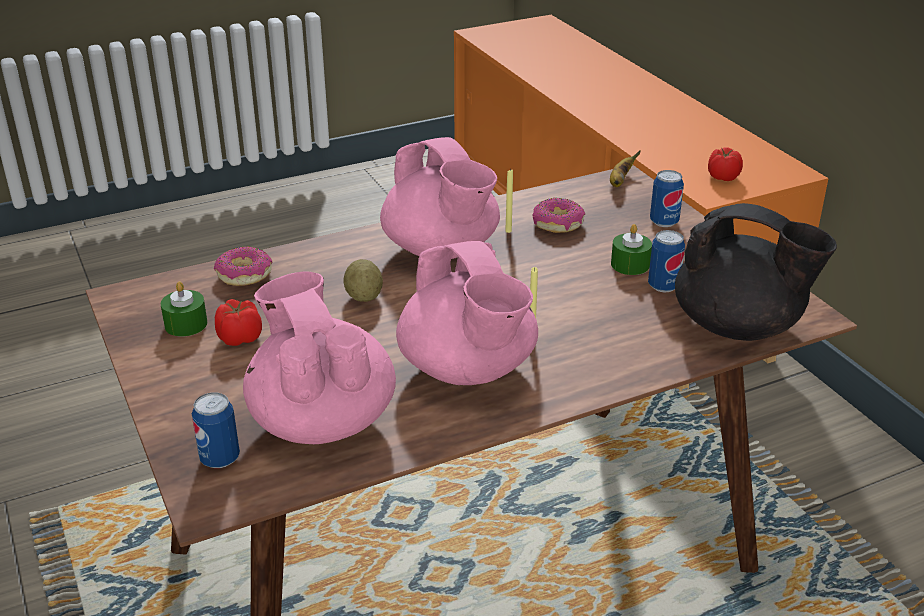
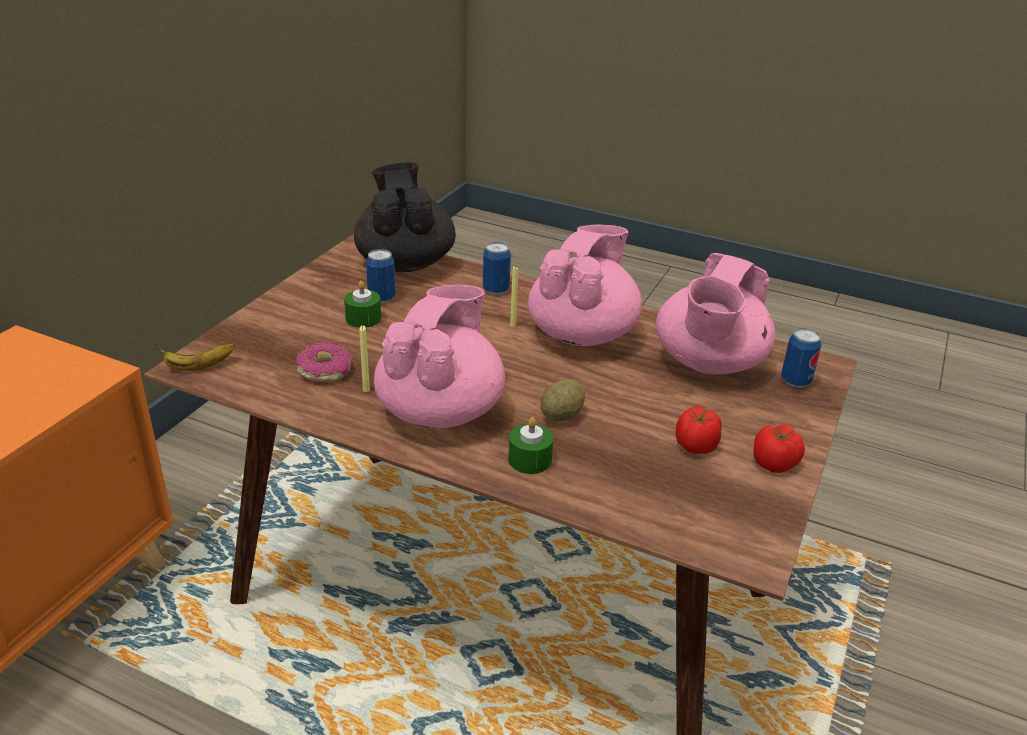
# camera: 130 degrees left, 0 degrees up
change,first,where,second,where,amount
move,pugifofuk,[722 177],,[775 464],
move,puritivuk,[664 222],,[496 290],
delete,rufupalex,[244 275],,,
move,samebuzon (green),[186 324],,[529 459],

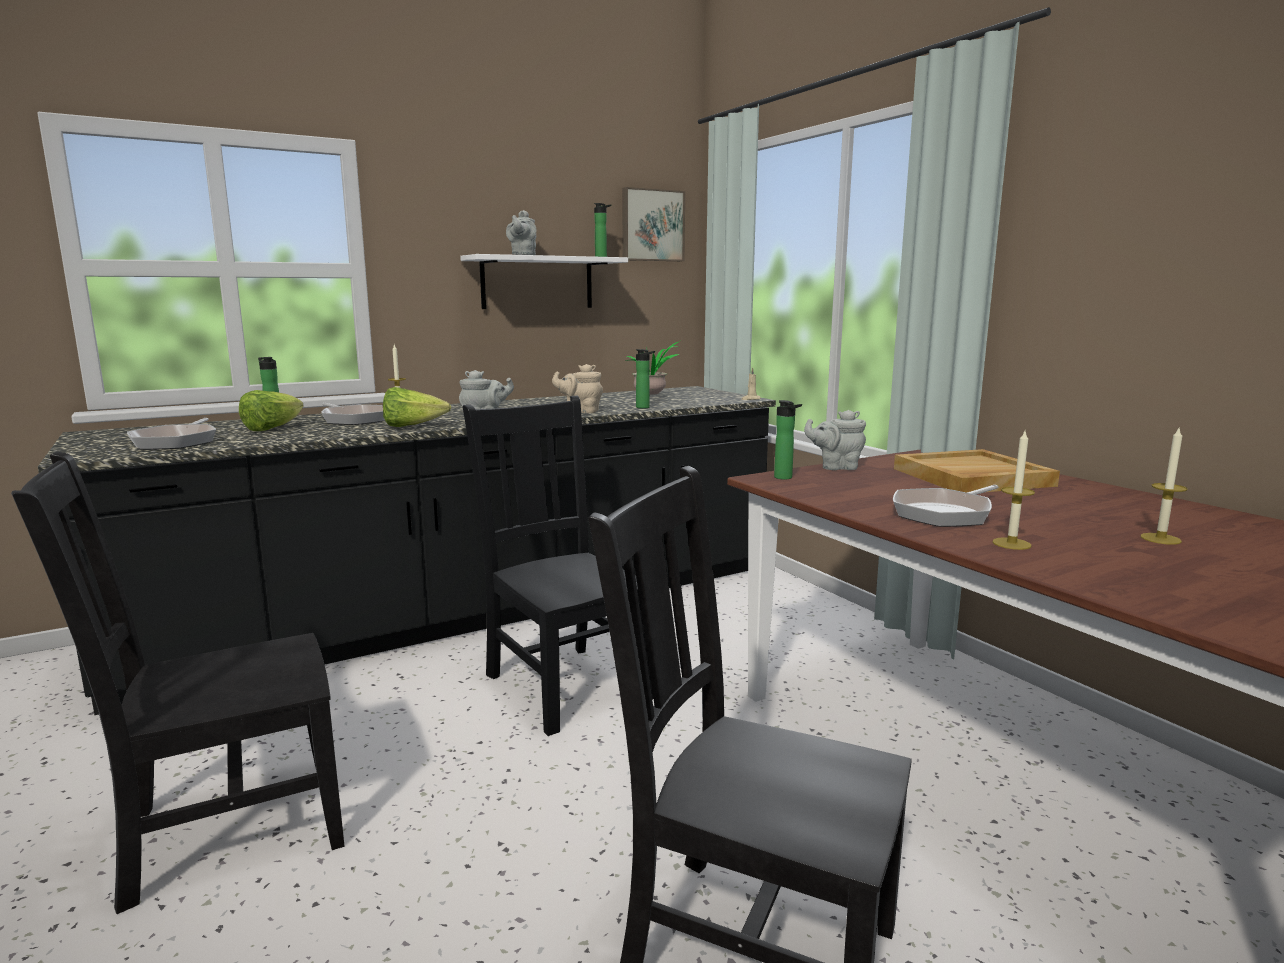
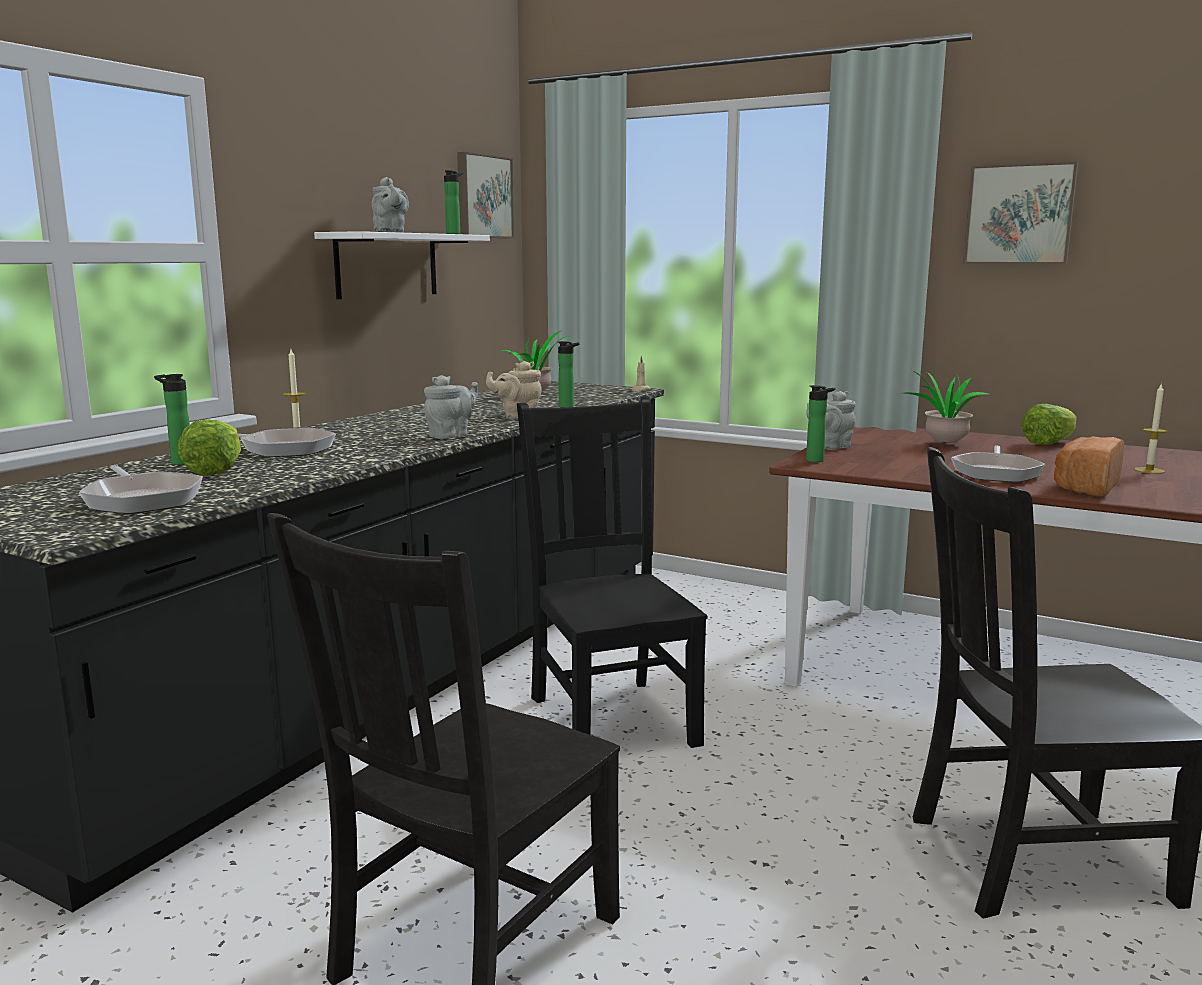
# camera: 30 degrees left, 0 degrees up
change,first,where,second,where,amount
move,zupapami,[412 426],,[1049 443],
rotate,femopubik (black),[564 684],,[611 717],45 degrees clockwise
replace,samebuzon,[1011 543],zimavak,[1085 487],
replace,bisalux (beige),[971 477],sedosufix,[943 443],
insert,,,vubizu,[1019 214],

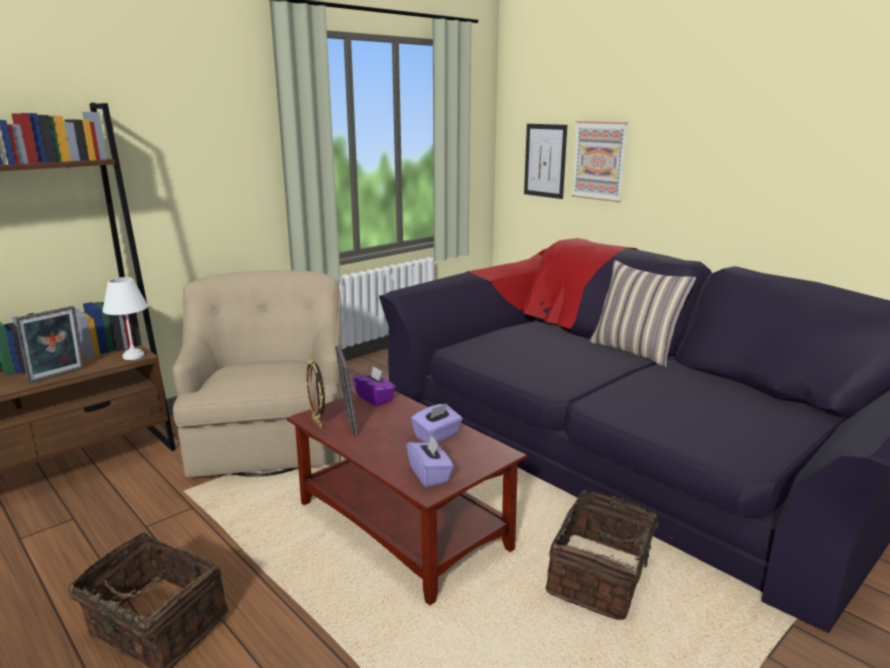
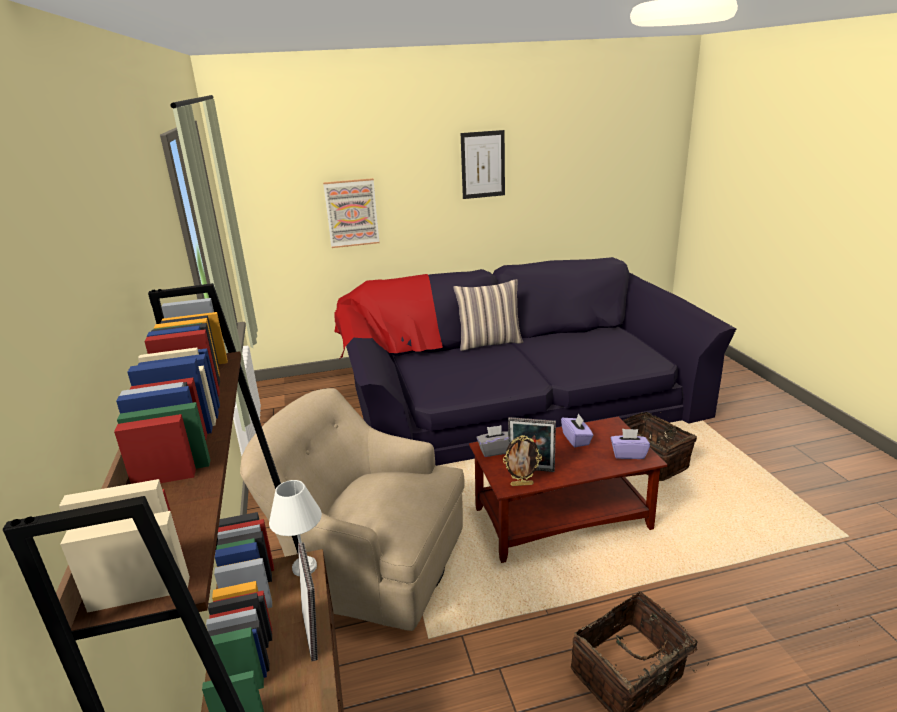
# camera: 60 degrees left, 5 degrees up
change,first,where,second,where,amount
move,vubizu,[545 161],,[483 164],
recolor,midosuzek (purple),[375 398],midosuzek (grey),[495 450],

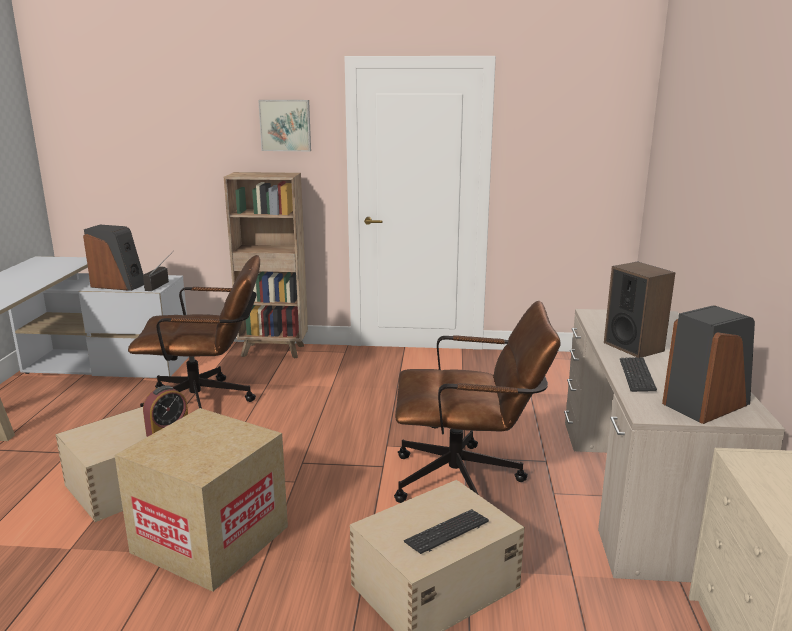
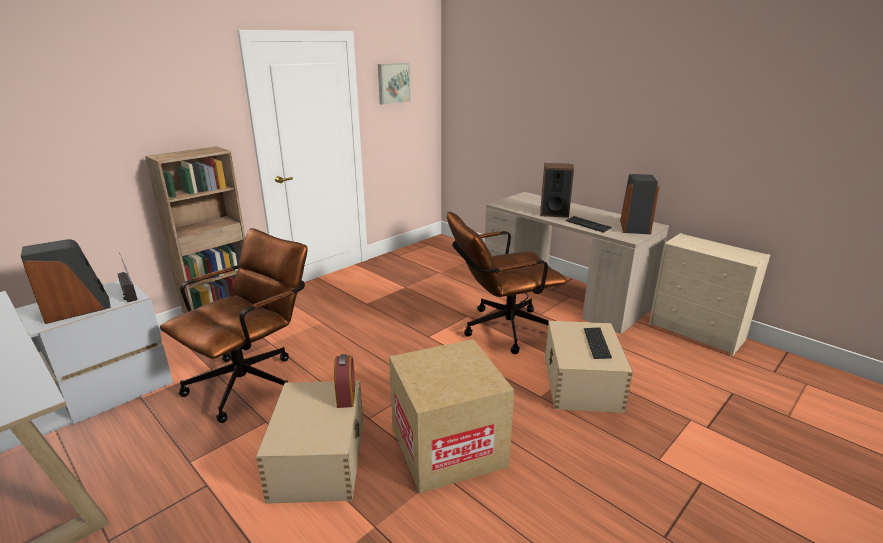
# camera: 50 degrees left, 5 degrees up
change,first,where,second,where,amount
move,vubizu,[285 125],,[393 83],
rotate,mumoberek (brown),[468 481],,[500 330],150 degrees counterclockwise

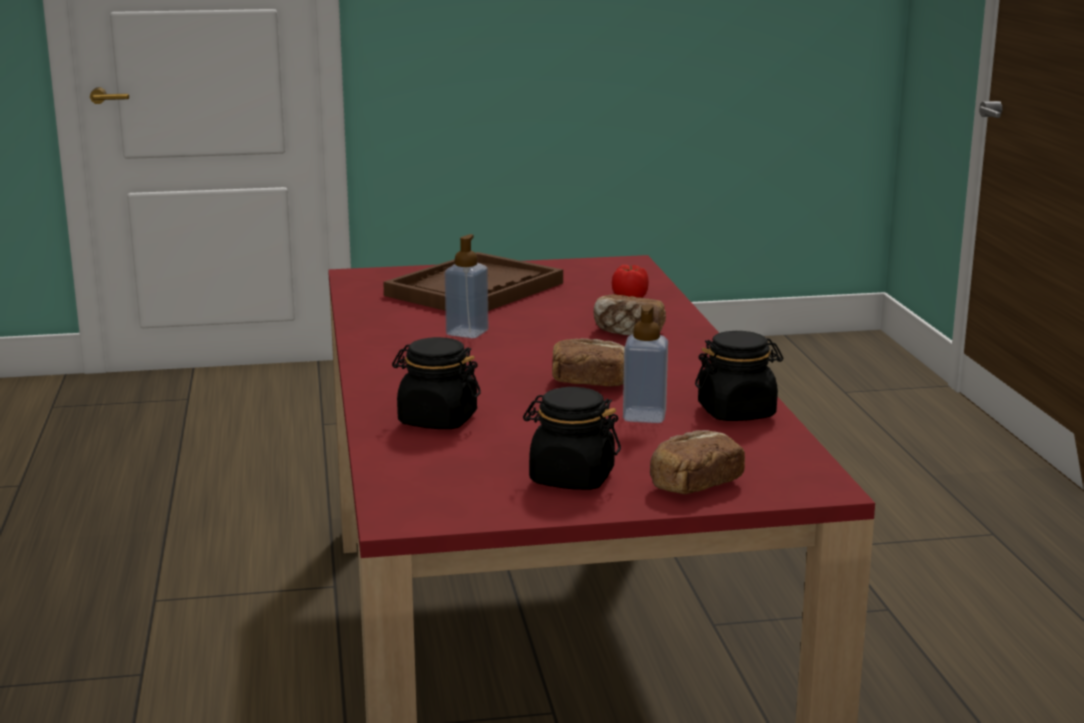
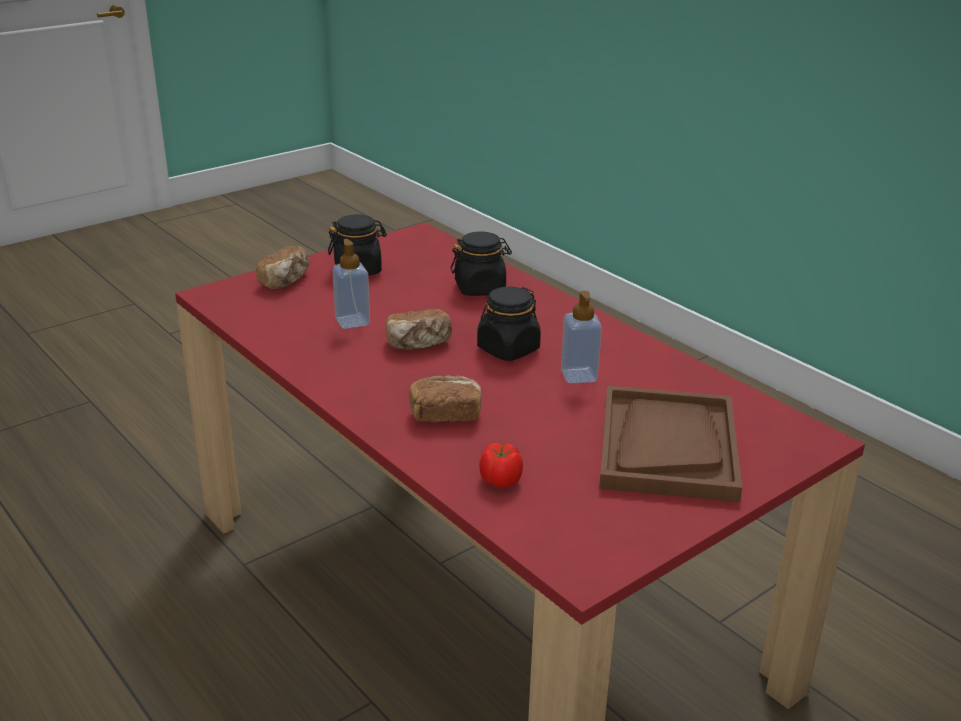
# camera: 150 degrees right, 10 degrees up
change,first,where,second,where,amount
move,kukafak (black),[737 412],,[508 349],

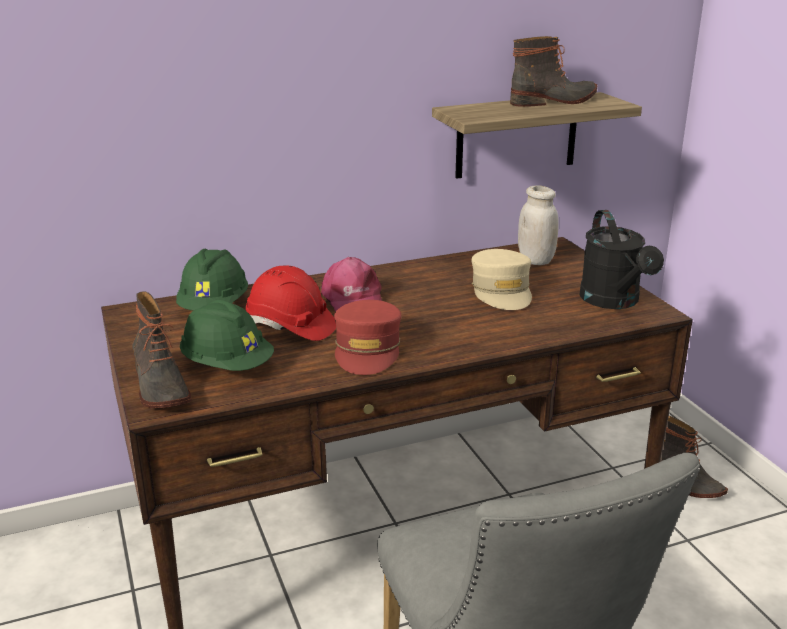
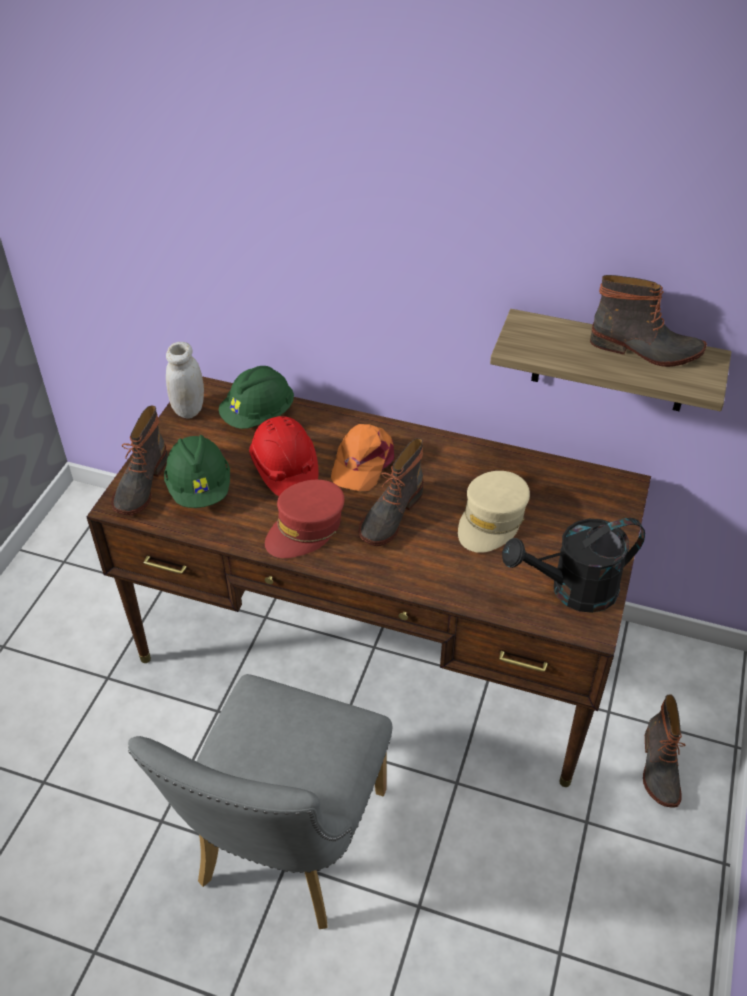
# camera: 40 degrees right, 20 degrees up
change,first,where,second,where,amount
move,kukafak (white),[535 260],,[189 409],
rotate,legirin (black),[614 301],,[572 590],45 degrees clockwise
recolor,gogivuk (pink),[352 299],gogivuk (orange),[362 463],
insert,,,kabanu,[390 515],

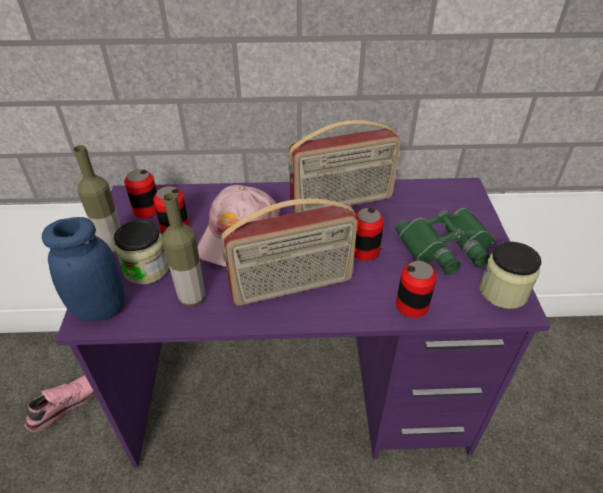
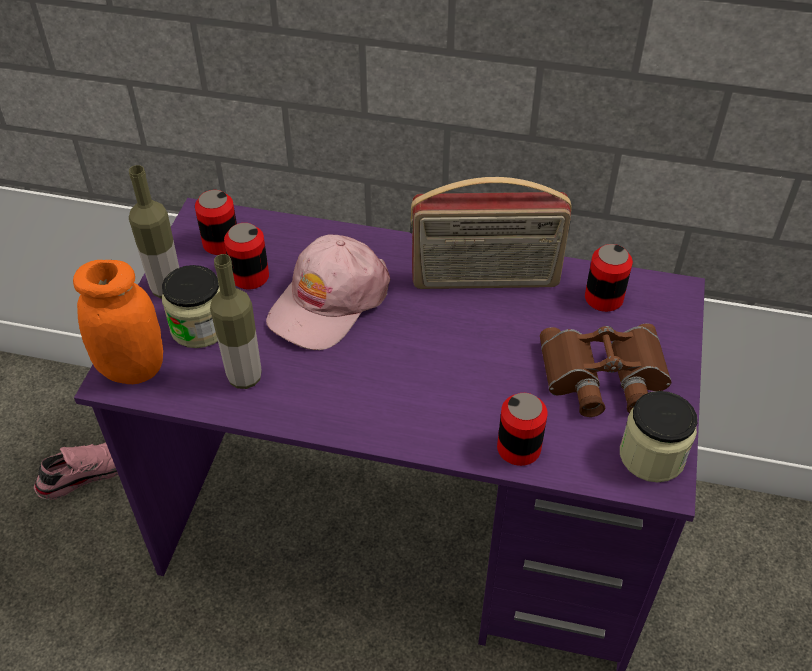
# camera: 15 degrees right, 5 degrees up
change,first,where,second,where,amount
delete,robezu,[292 286],,,
recolor,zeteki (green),[447 247],zeteki (brown),[604 377],
move,puritivuk,[364 251],,[603 298],
recolor,kukafak (blue),[100 308],kukafak (orange),[133 369],

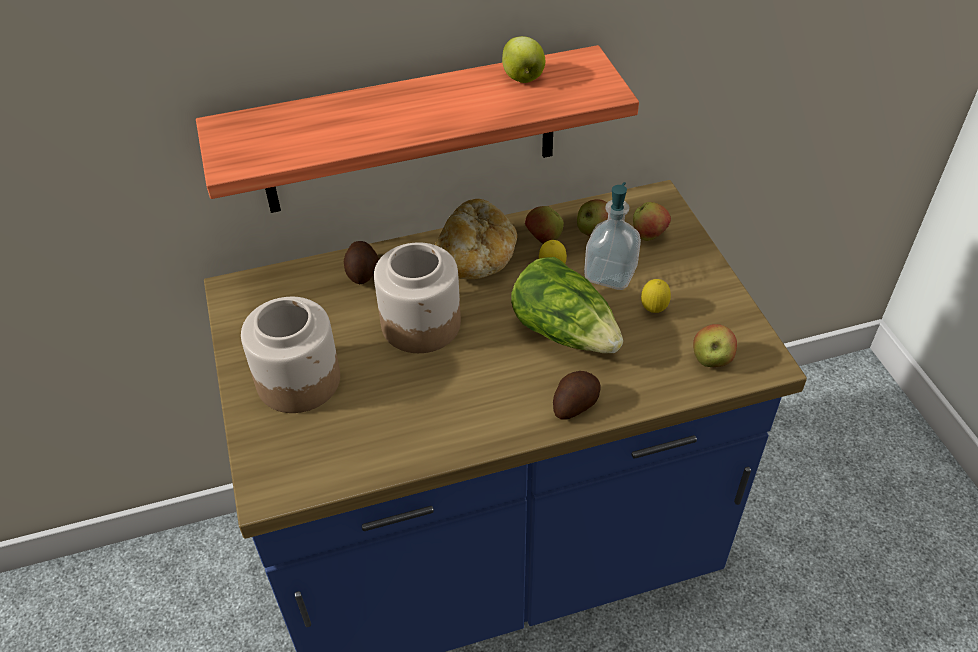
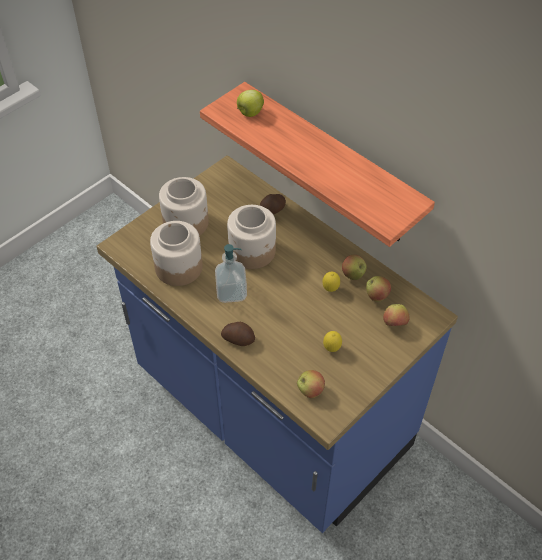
# camera: 60 degrees right, 5 degrees up
change,first,where,second,where,amount
move,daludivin,[523 78],,[249 113],
move,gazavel,[610 274],,[231 292],
delete,zimavak,[475 259],,,
delete,zupapami,[565 331],,,
insert,,,kukafak,[178 267],

